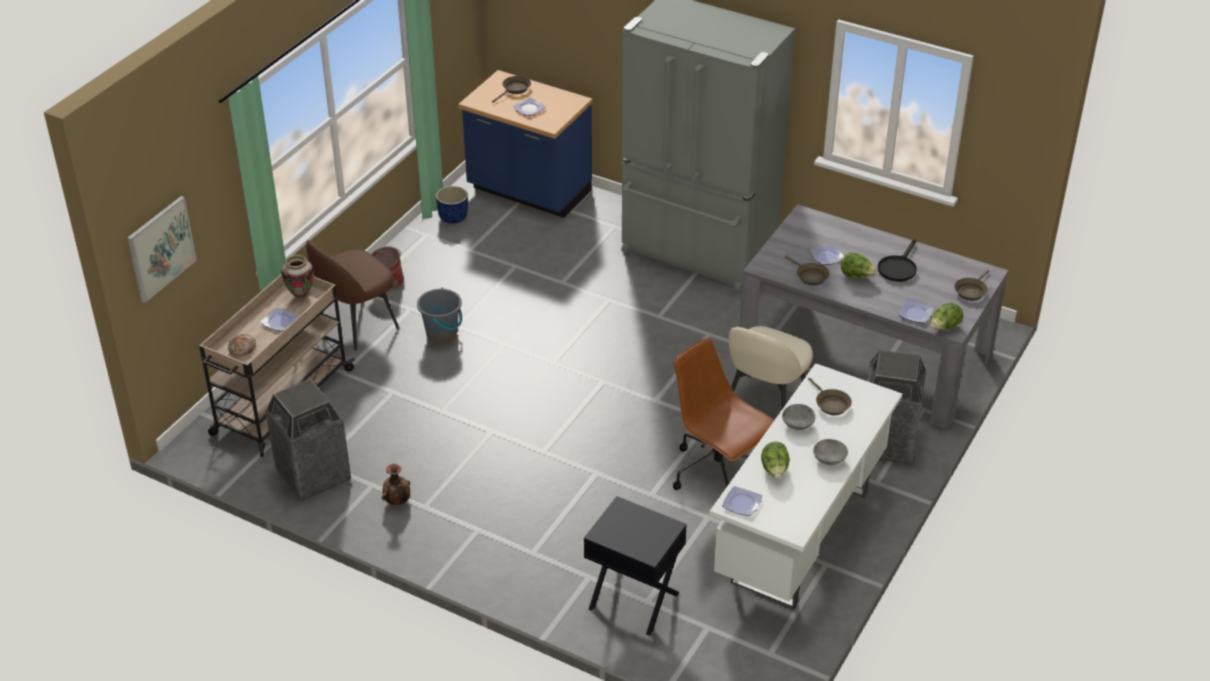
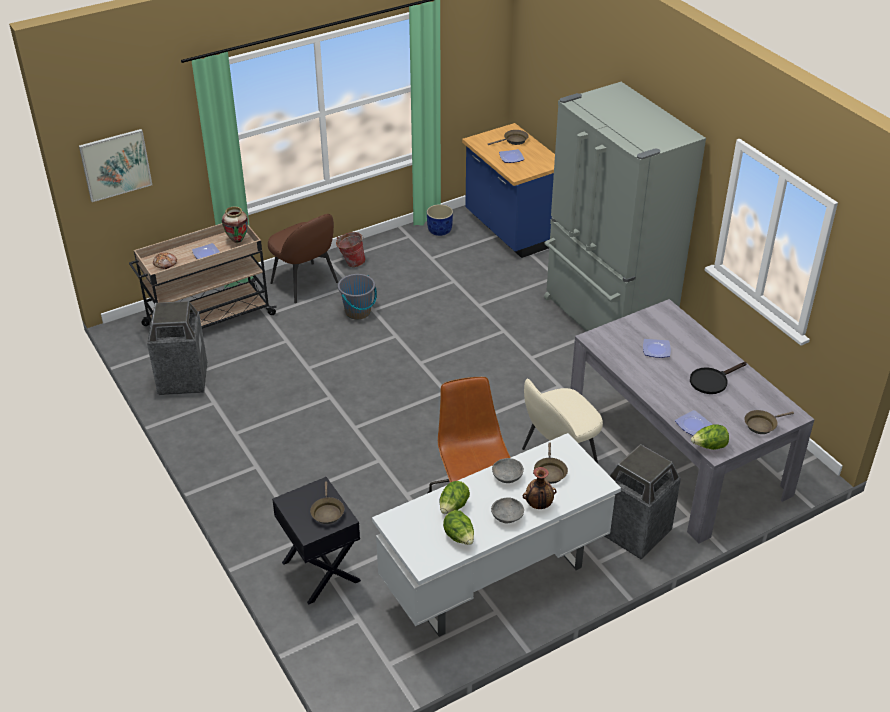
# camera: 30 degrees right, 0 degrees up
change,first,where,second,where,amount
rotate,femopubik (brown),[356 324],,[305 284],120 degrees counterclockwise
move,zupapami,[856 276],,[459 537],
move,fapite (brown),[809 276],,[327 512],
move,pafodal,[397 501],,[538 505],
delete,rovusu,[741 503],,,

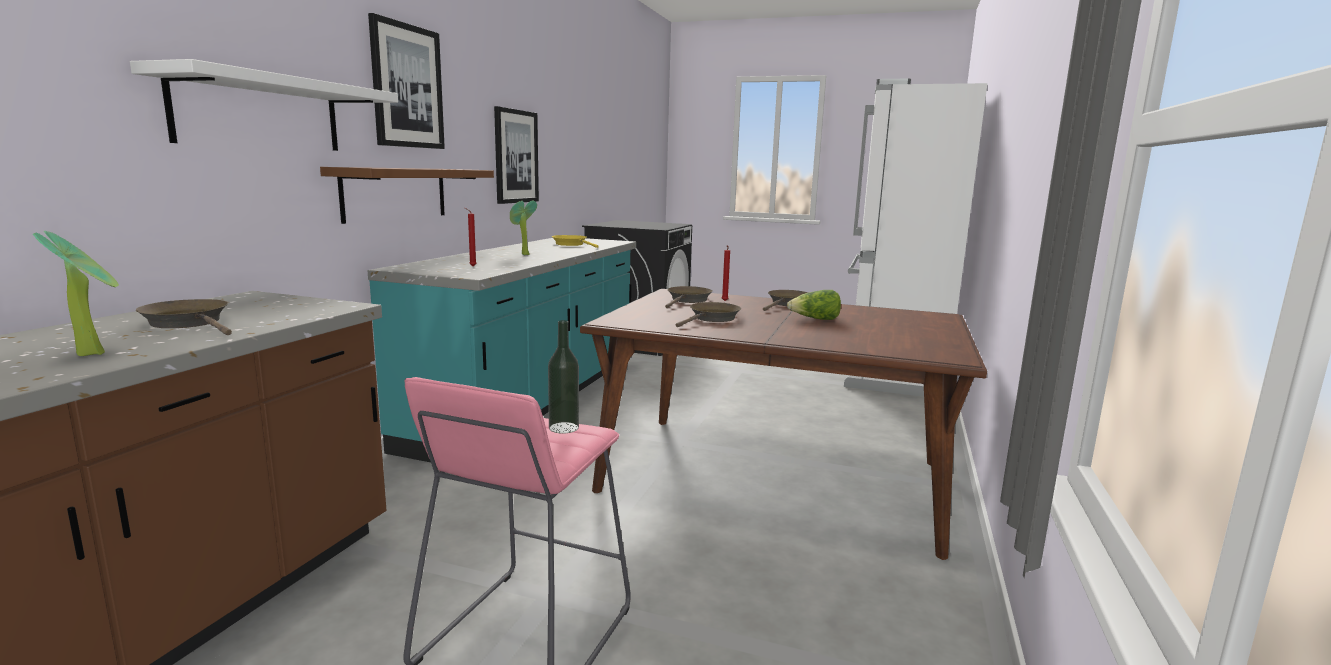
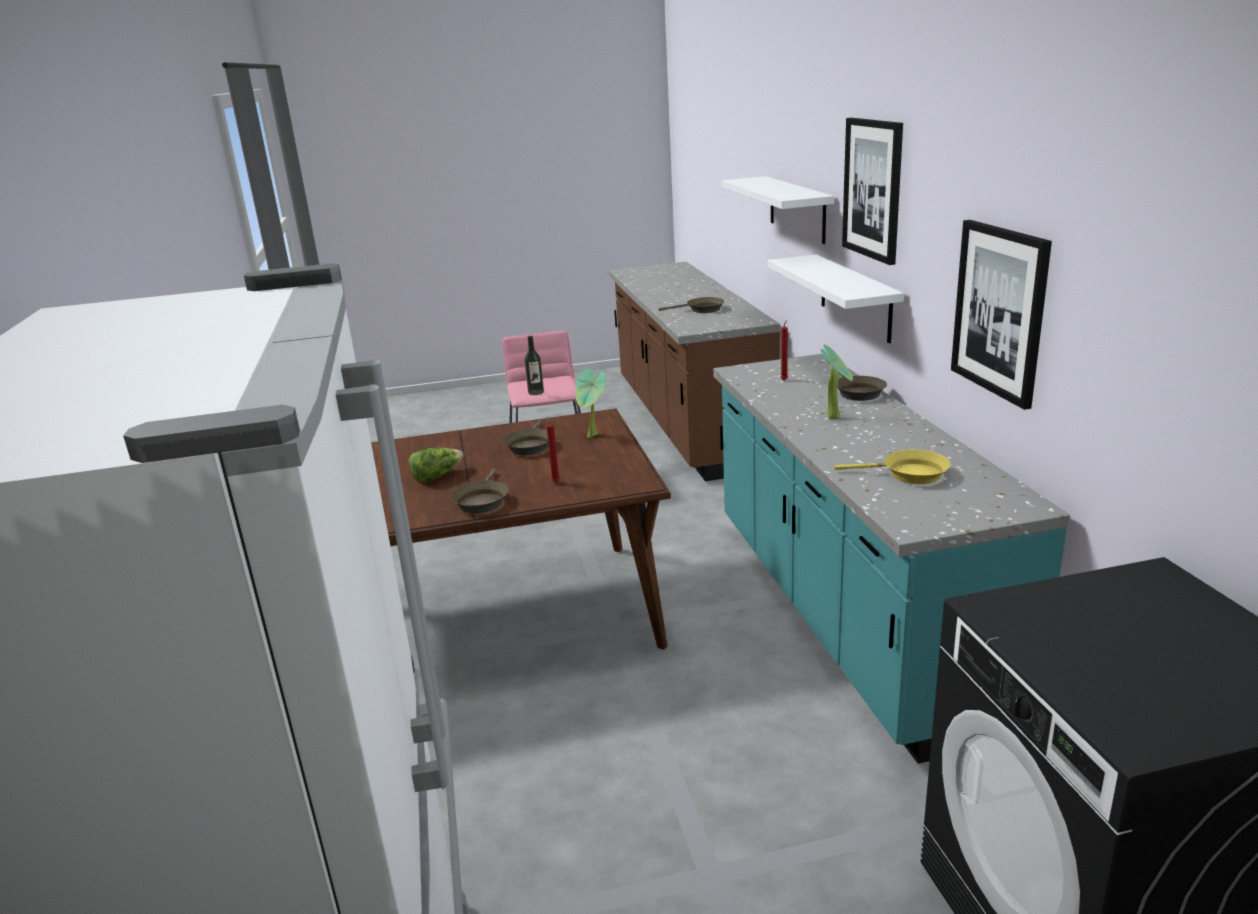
# camera: 150 degrees right, 10 degrees up
change,first,where,second,where,amount
recolor,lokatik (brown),[395 193],lokatik (white),[855 297],
move,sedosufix,[95 353],,[593 436],
move,fapite (brown),[688 300],,[857 392],

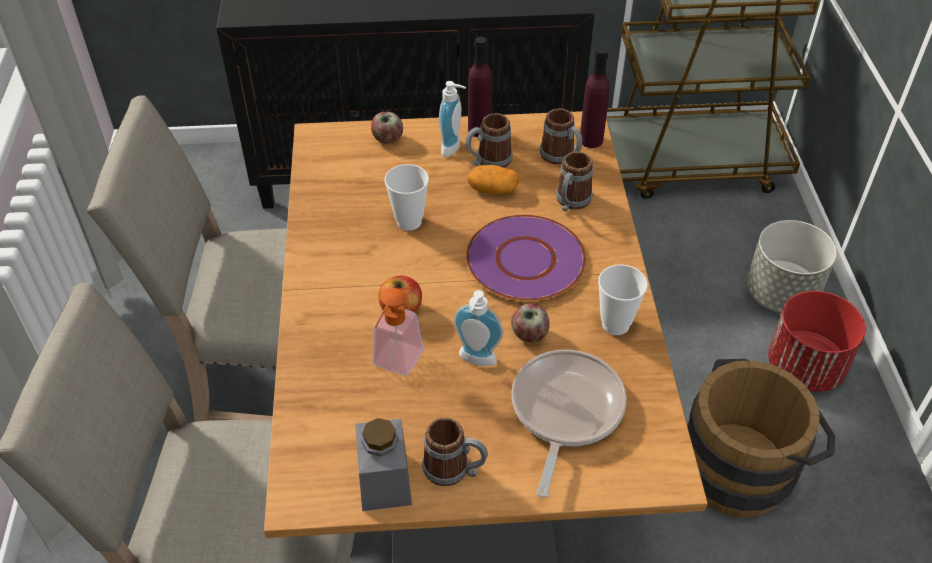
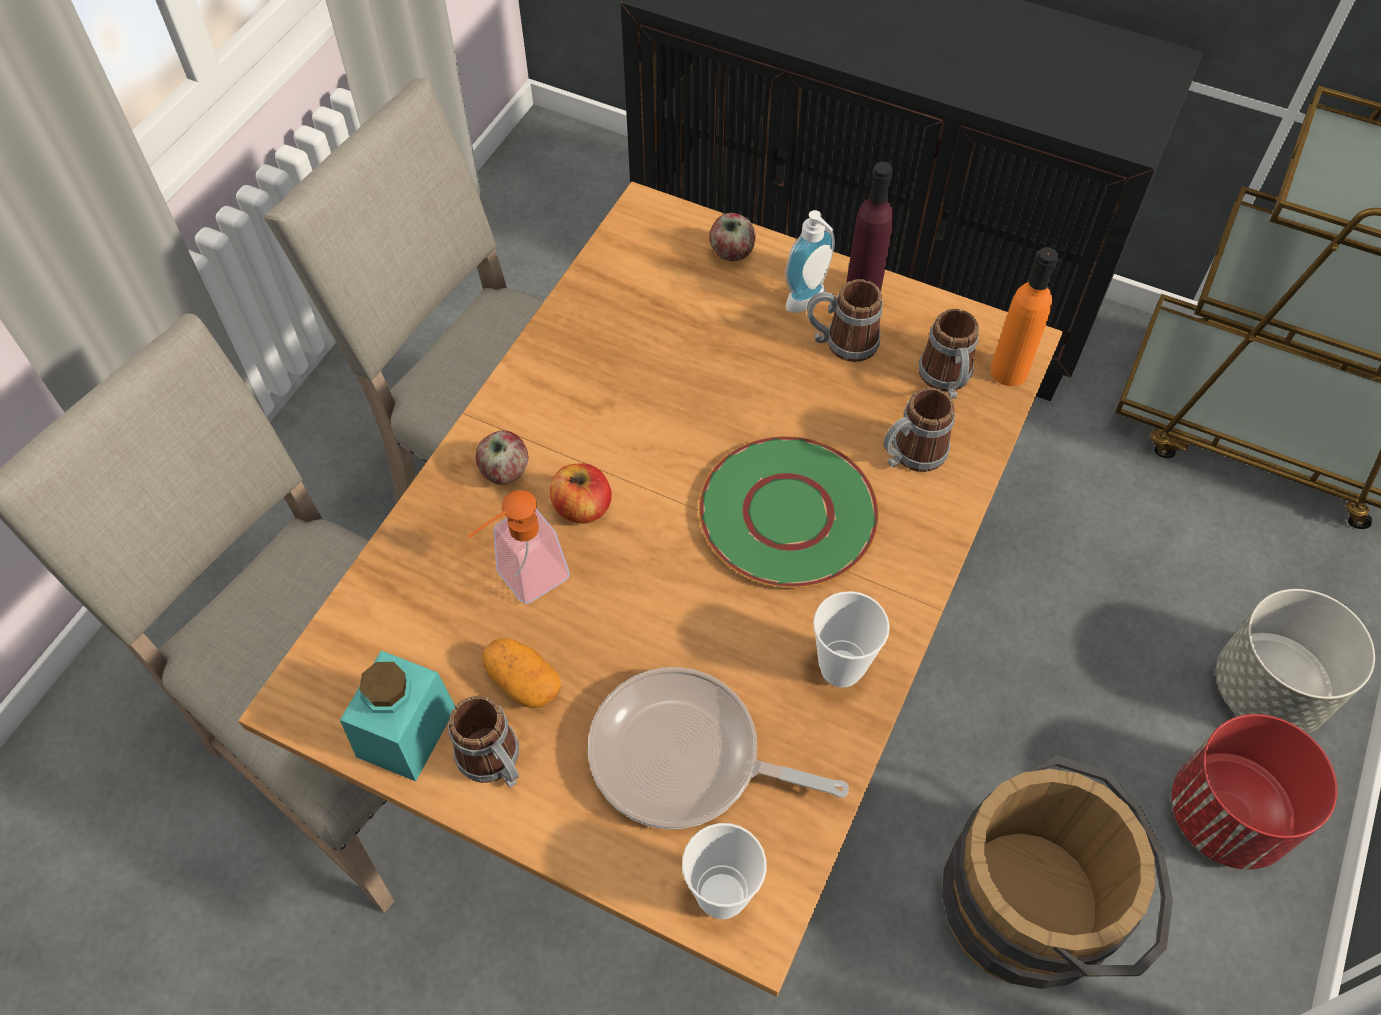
# camera: 30 degrees right, 10 degrees up
change,first,where,second,where,amount
recolor,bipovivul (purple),[591 140],bipovivul (orange),[1009 371],
move,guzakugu,[409 221],,[721 896],
move,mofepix,[493 189],,[523 682],
recolor,rovusu (purple),[525 260],rovusu (green),[786 514],
delete,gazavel,[476 361],,,
move,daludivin,[529 335],,[504 471],
rotate,fapite,[565 411],,[685 758],120 degrees counterclockwise
recolor,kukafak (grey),[384 481],kukafak (turquoise),[406 732],

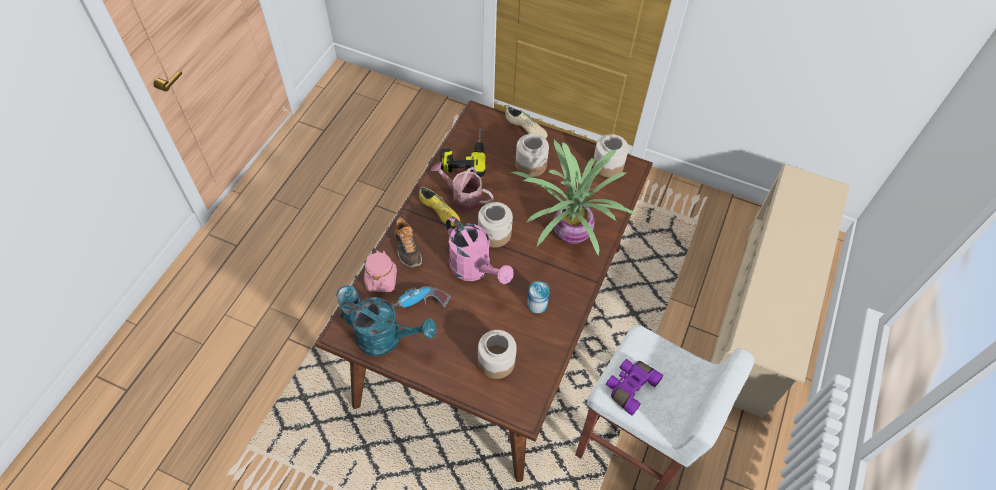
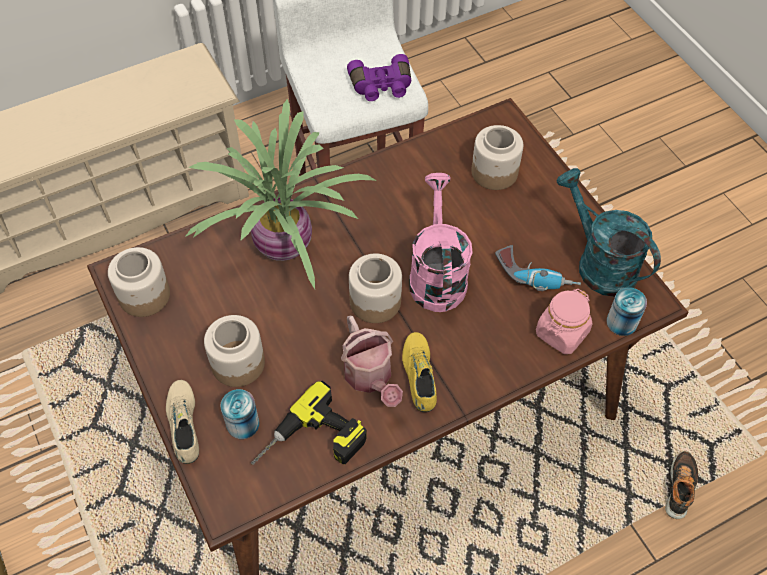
# camera: 140 degrees left, 0 degrees up
change,first,where,second,where,amount
move,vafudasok,[407 248],,[680 487],
move,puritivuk,[537 304],,[243 424],

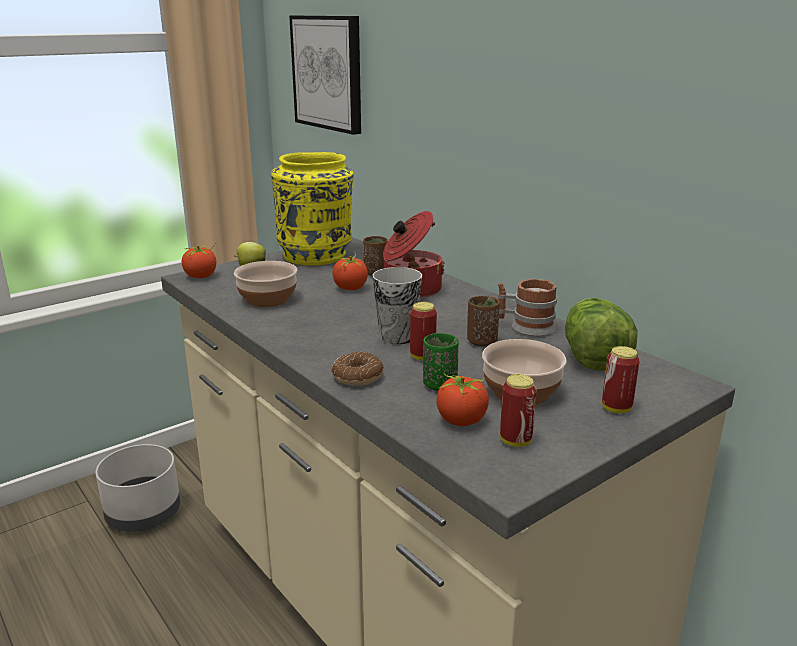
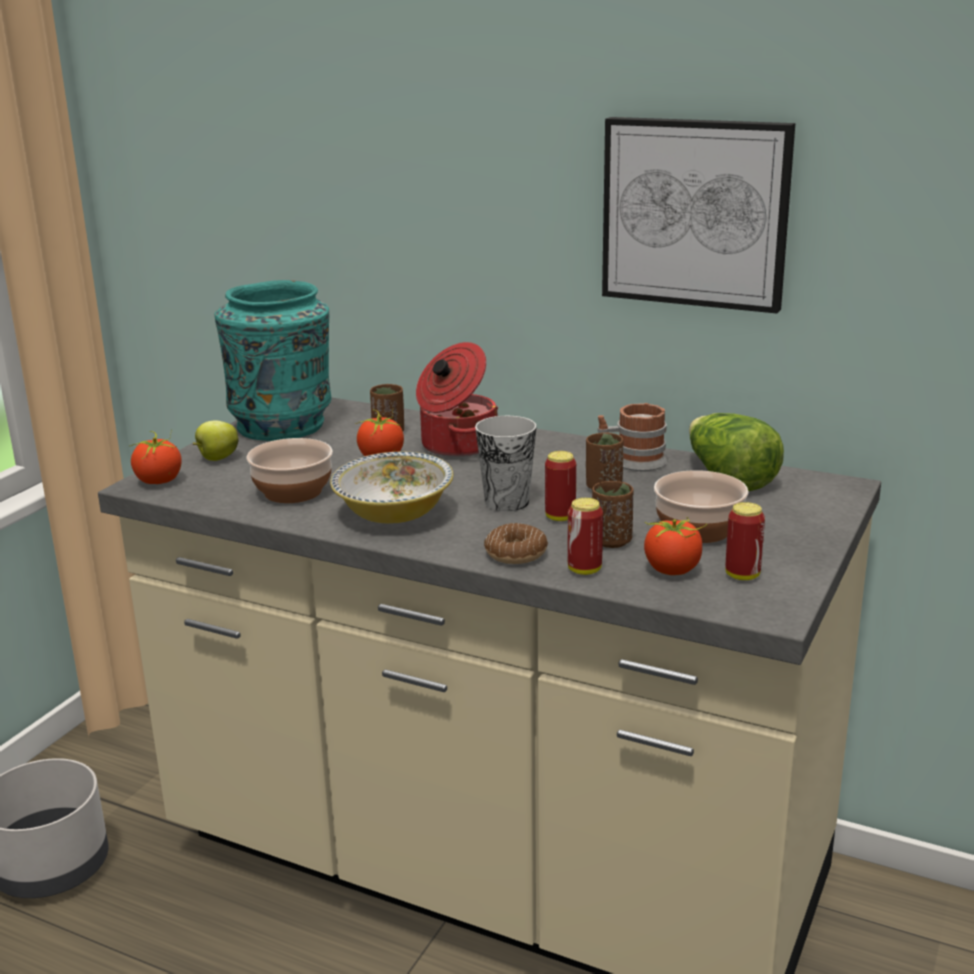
# camera: 25 degrees left, 0 degrees up
change,first,where,second,where,amount
move,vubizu,[328 73],,[695 213],
recolor,pafodal (yellow),[316 255],pafodal (turquoise),[283 425],
recolor,guzakugu (green),[440 385],guzakugu (brown),[611 541],
move,puritivuk,[616 408],,[584 570],
insert,,,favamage,[394 514],

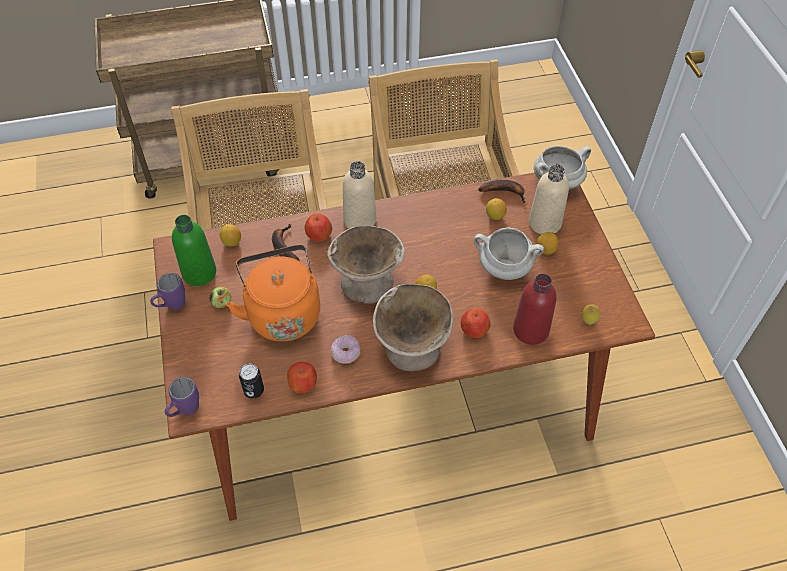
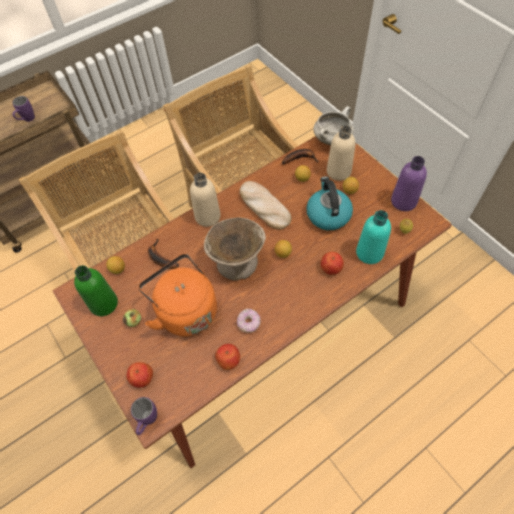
# camera: 20 degrees left, 5 degrees up
change,first,where,second,where,amount
move,daludivin,[319 235],,[142 378],
replace,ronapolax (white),[503 268],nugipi,[328 214],
move,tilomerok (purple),[171 306],,[27 120],
recolor,bipovivul (red),[530 330],bipovivul (turquoise),[369 253],
delete,favamage (beige),[412 348],,,
delete,puritivuk,[254 390],,,
insert,,,bipovivul (purple),[403 201],
insert,,,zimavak,[264 207],

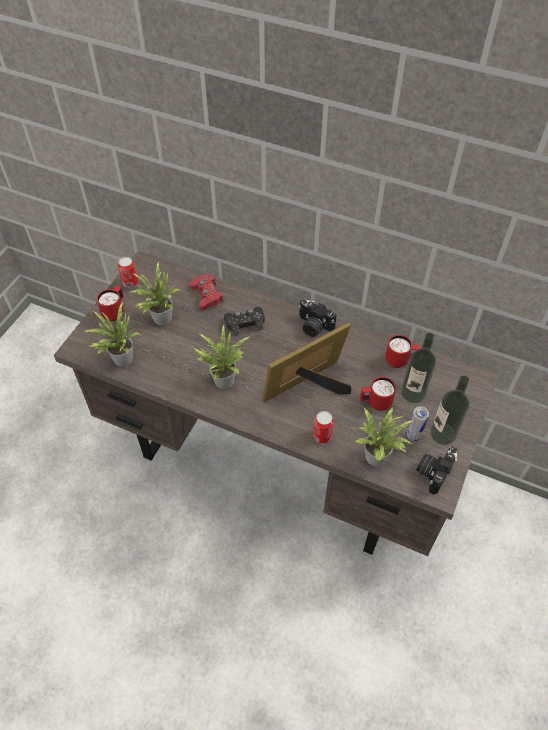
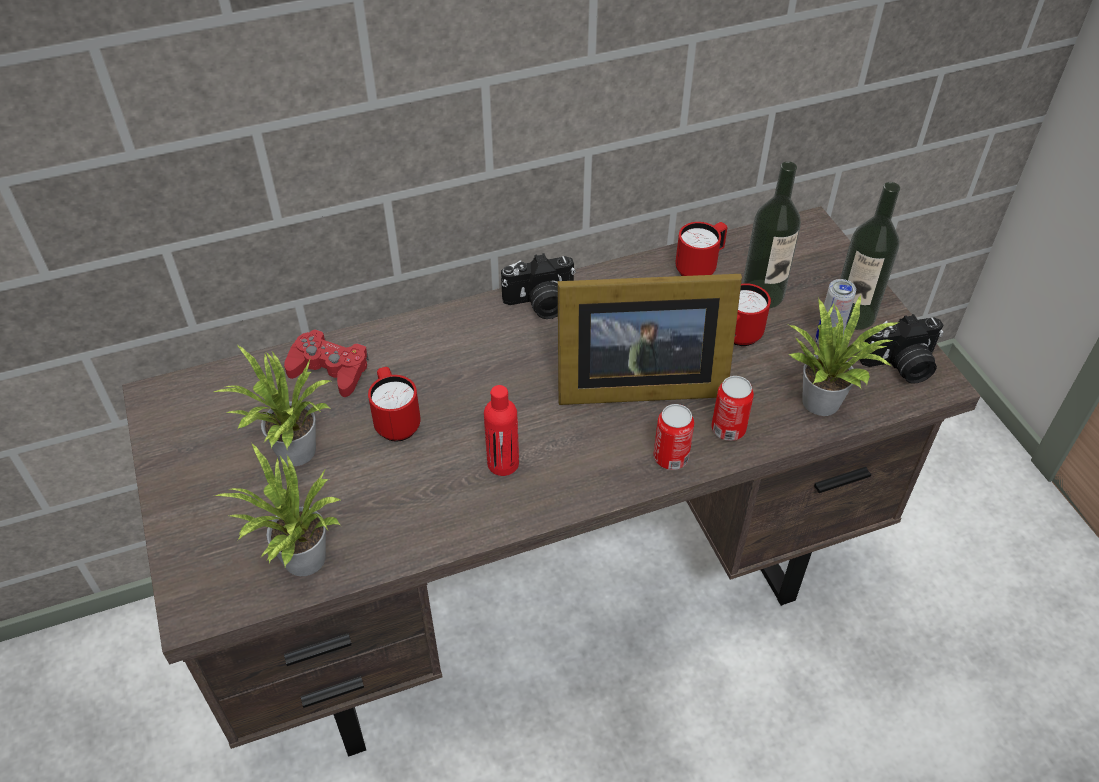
# camera: 45 degrees left, 5 degrees down
change,first,where,second,where,amount
move,puritivuk,[130 282],,[670 457],
move,tilomerok (red),[115 311],,[396 421],
delete,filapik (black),[245 323],,,
rotate,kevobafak,[309 387],,[634 383],105 degrees counterclockwise
replace,sedosufix,[222 379],bipovivul (red),[503 464],
rotate,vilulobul,[433 472],,[901 366],90 degrees counterclockwise

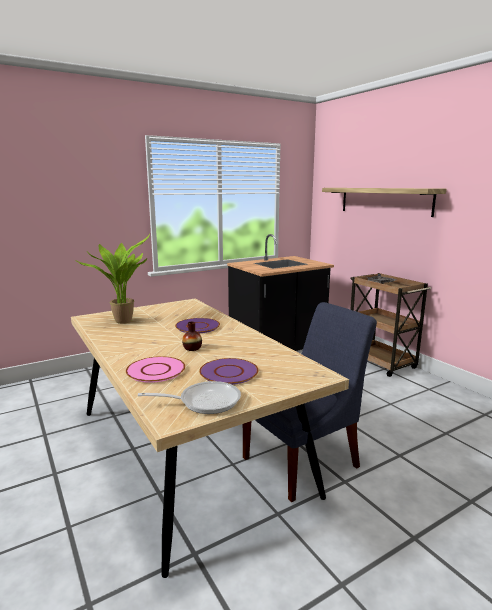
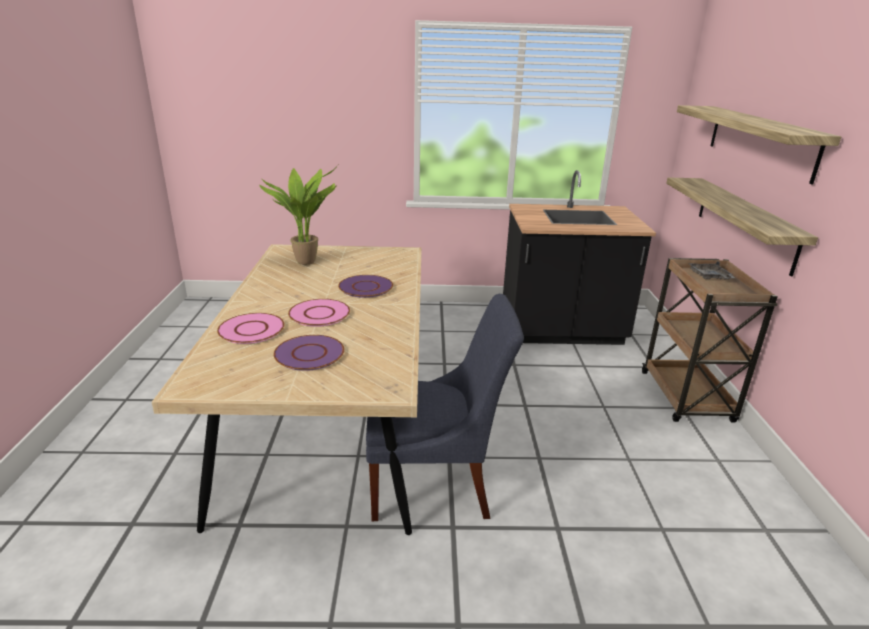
# camera: 30 degrees right, 10 degrees up
change,first,where,second,where,amount
replace,pafodal,[192 348],rovusu (pink),[320 313],
delete,fapite,[204 401],,,
insert,,,lokatik,[744 222],

